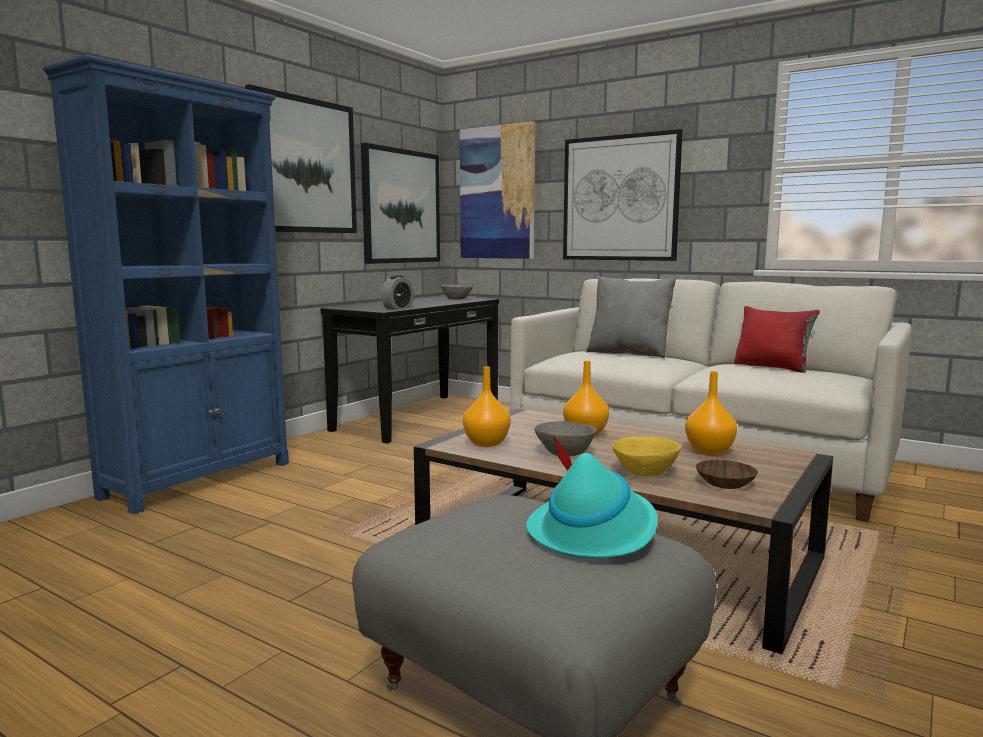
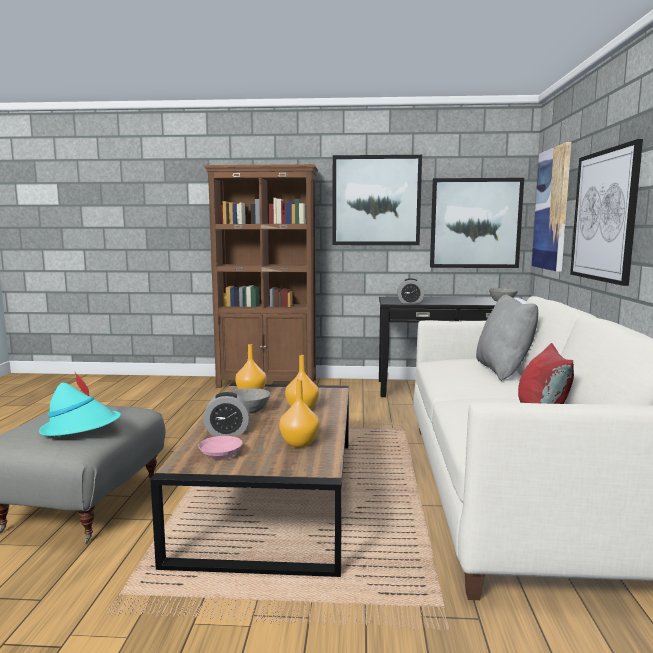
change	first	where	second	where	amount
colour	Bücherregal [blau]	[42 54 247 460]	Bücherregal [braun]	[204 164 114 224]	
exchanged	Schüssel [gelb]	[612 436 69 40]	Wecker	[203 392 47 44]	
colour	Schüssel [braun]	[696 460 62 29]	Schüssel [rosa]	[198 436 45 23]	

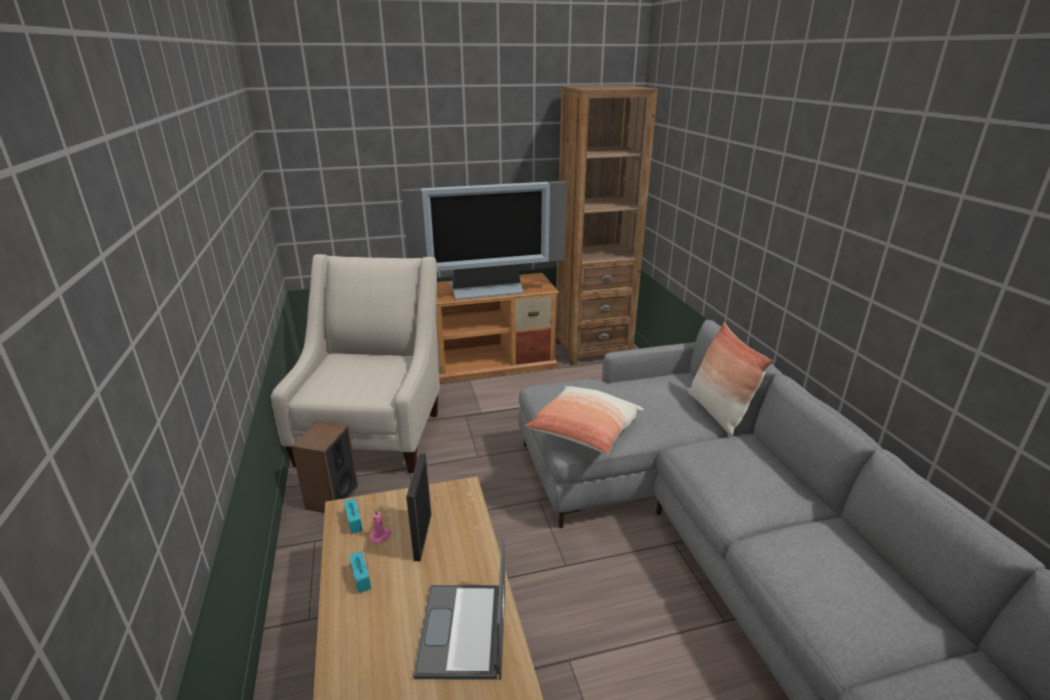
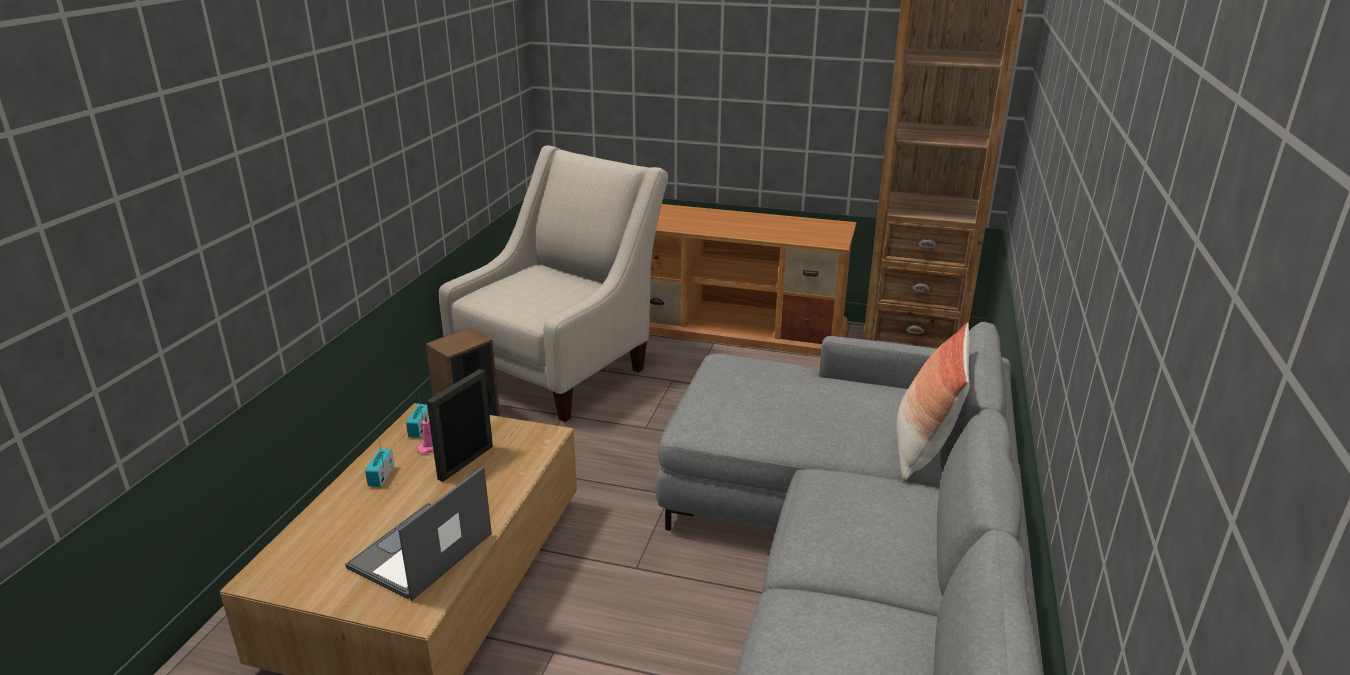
change	first	where	second	where	amount
missing	Fernseher	[402 181 165 119]			
missing	Kissen	[525 386 119 69]			

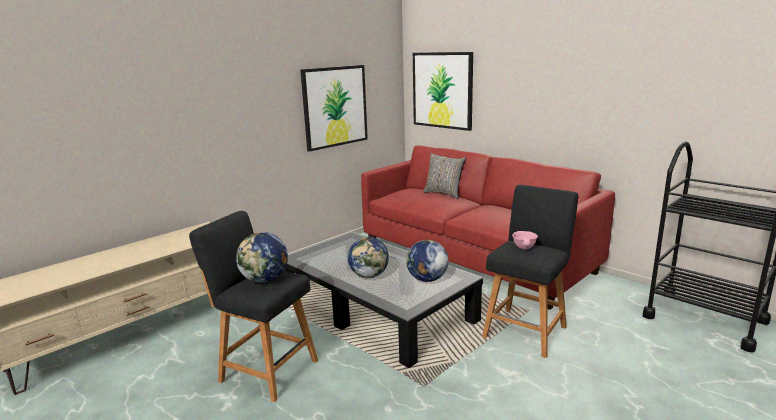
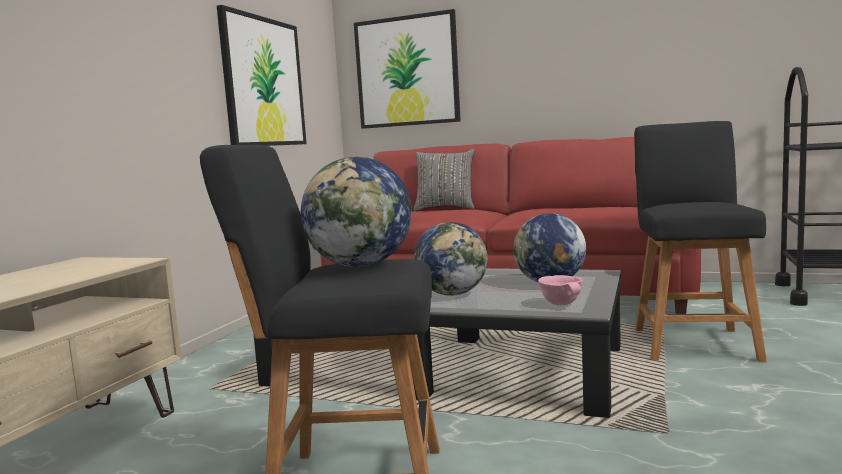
change	first	where	second	where	amount
relocated	Schüssel [rosa]	[512 231 26 18]		[538 275 45 31]	

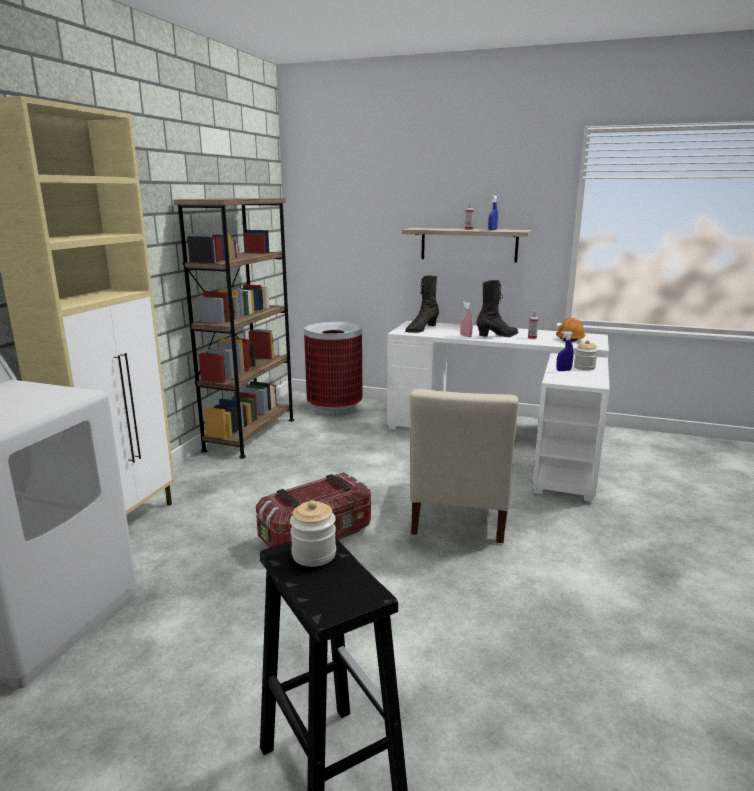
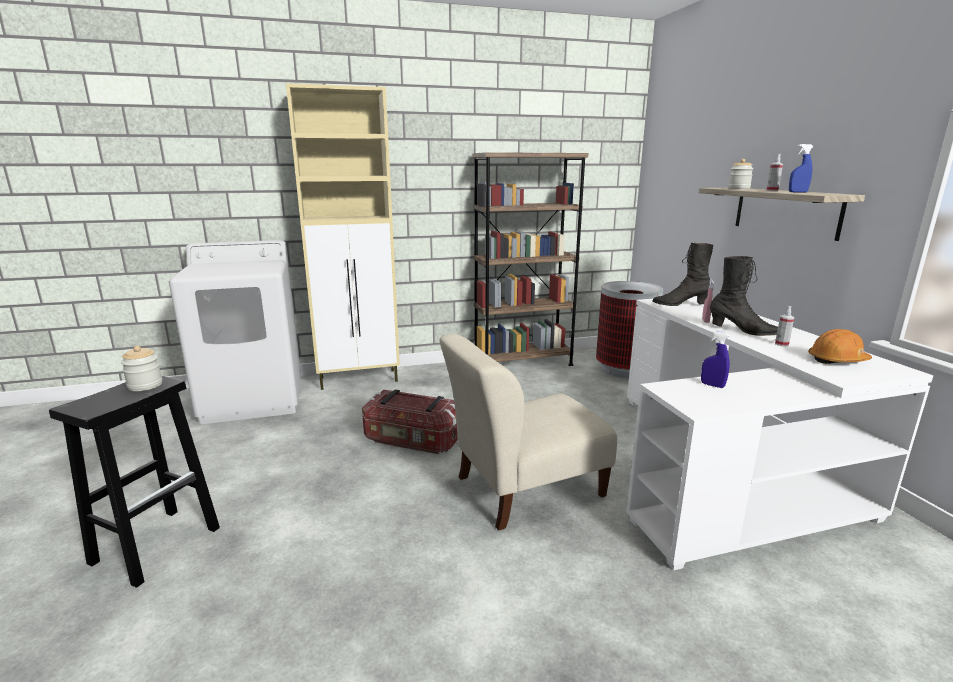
change	first	where	second	where	amount
relocated	Vorratsglas	[574 340 24 30]		[728 159 25 30]	

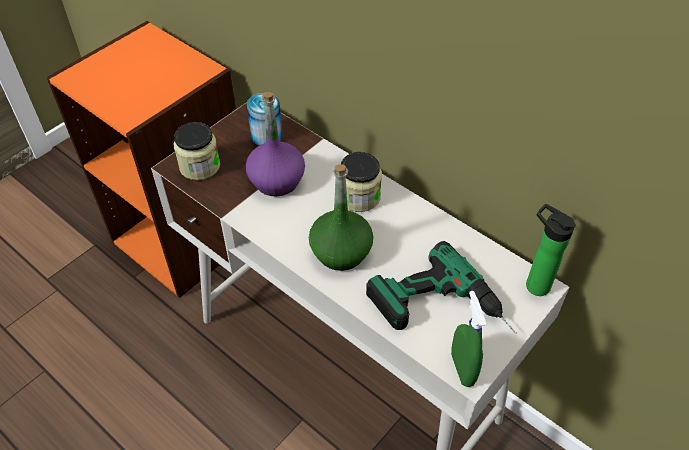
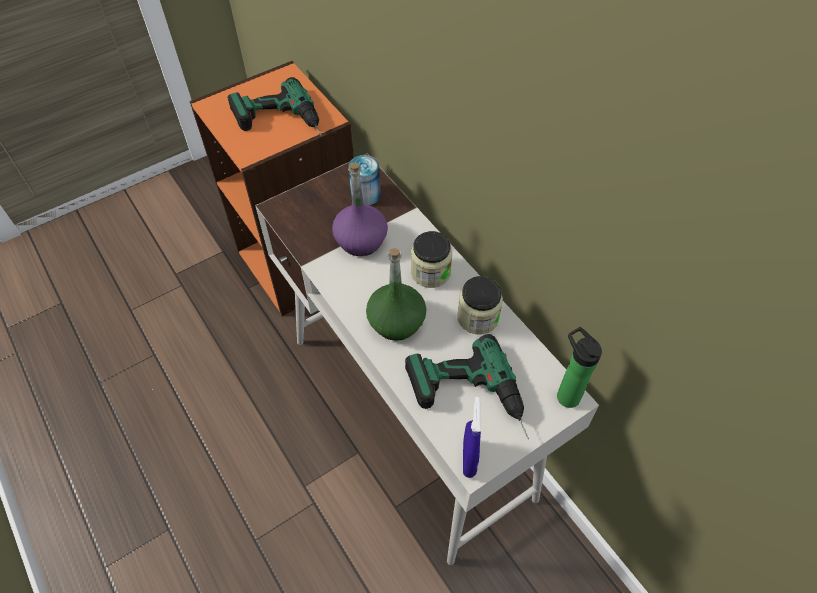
change	first	where	second	where	amount
relocated	Vorratsglas	[174 122 46 58]		[457 276 46 59]	
colour	Sprühflasche [grün]	[451 291 36 96]	Sprühflasche [blau]	[463 397 18 81]	
appeared			Bohrmaschine	[227 77 95 60]	

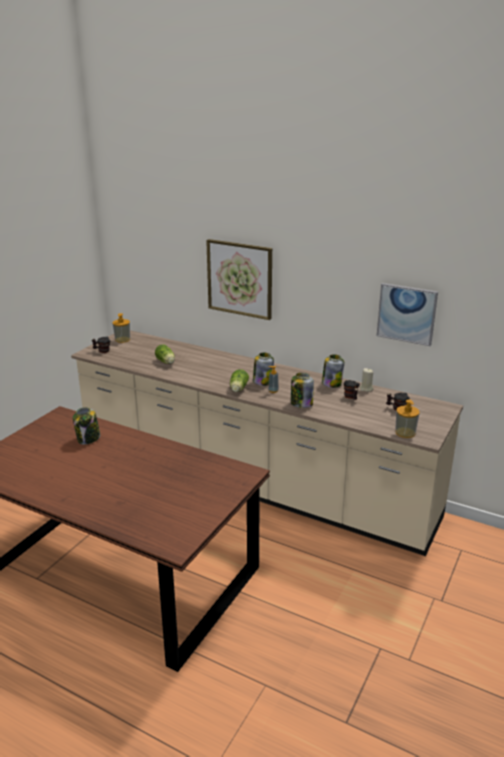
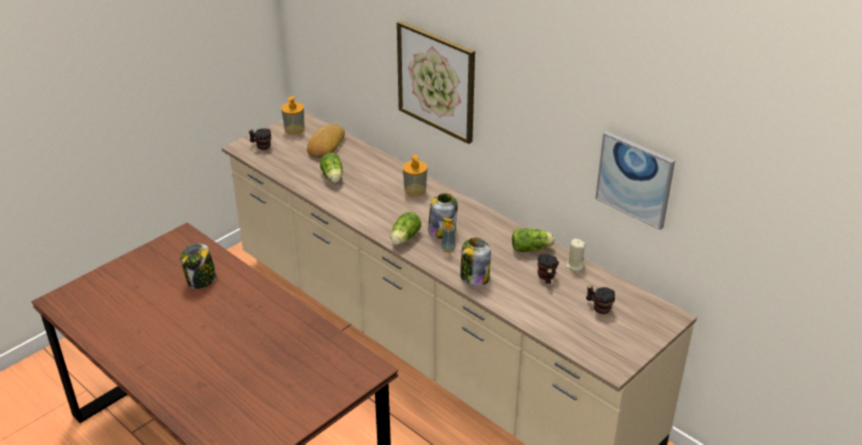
change	first	where	second	where	amount
exchanged	Vorratsglas	[322 354 22 34]	Salatkopf	[512 228 42 24]	
relocated	Seifenspender	[395 399 25 39]		[403 155 24 42]	
appeared			Brot	[307 124 38 34]	

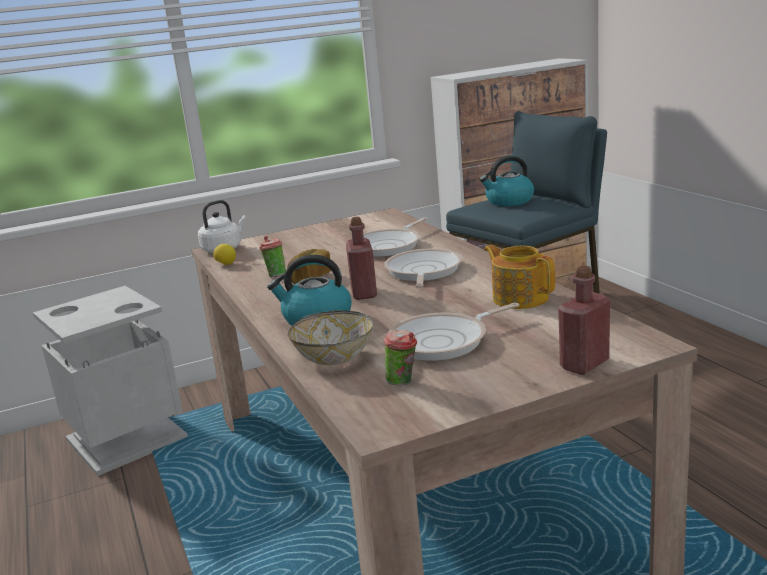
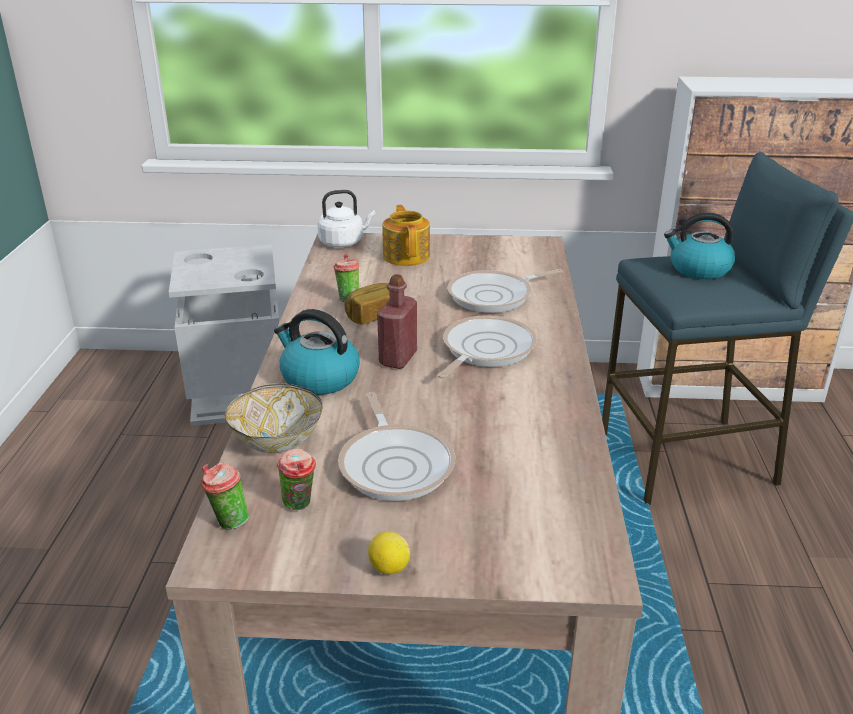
change	first	where	second	where	amount
relocated	Zitrone	[213 244 23 21]		[368 531 42 43]	
spun	Pfanne	[387 303 132 57]		[338 392 117 109]	105 degrees counterclockwise
relocated	Teekanne	[484 245 71 64]		[383 205 47 61]	
missing	Flasche [rot]	[558 265 52 110]			
appeared			Tasse	[201 463 48 67]	

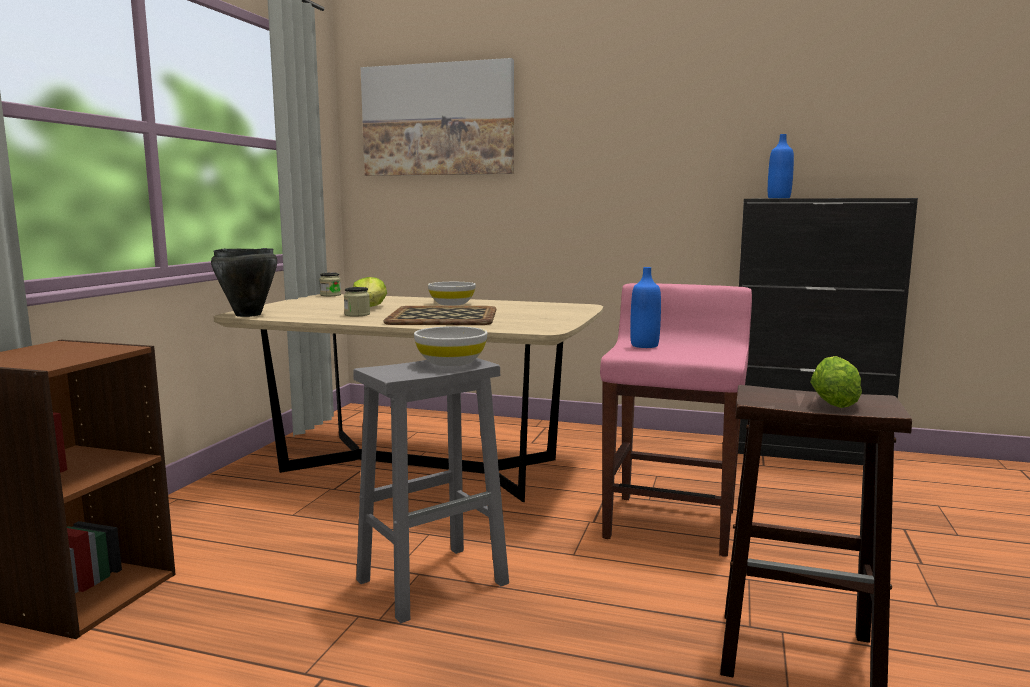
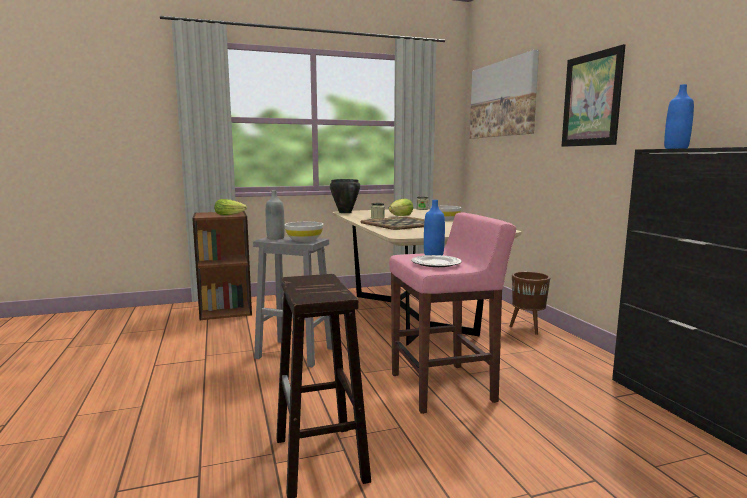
change	first	where	second	where	amount
relocated	Salatkopf	[810 356 52 52]		[214 199 33 16]	
appeared			Flasche [grau]	[266 190 19 50]	
appeared			Teller	[411 255 51 12]	
appeared			Pflanzkübel [braun]	[509 272 41 63]	
appeared			Bild	[562 44 63 103]	

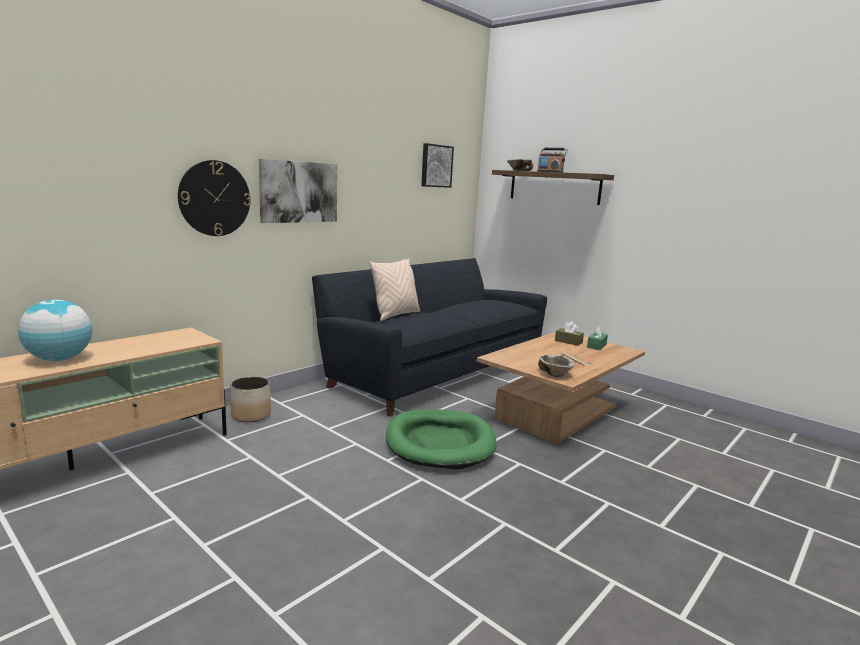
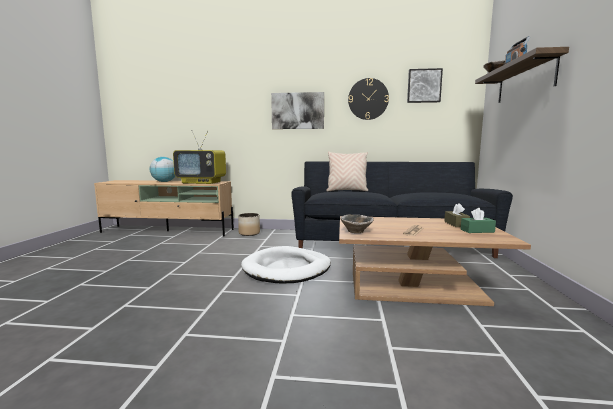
change	first	where	second	where	amount
relocated	Wanduhr	[178 160 73 76]		[348 78 41 42]	
colour	Hundebett [grün]	[386 409 110 60]	Hundebett [weiß]	[241 246 90 37]	
appeared			Fernseher	[173 131 53 53]	

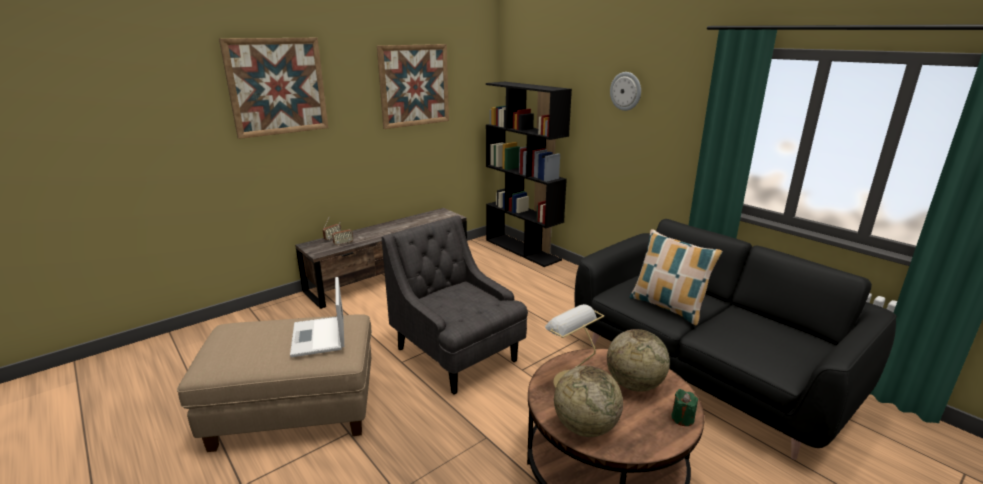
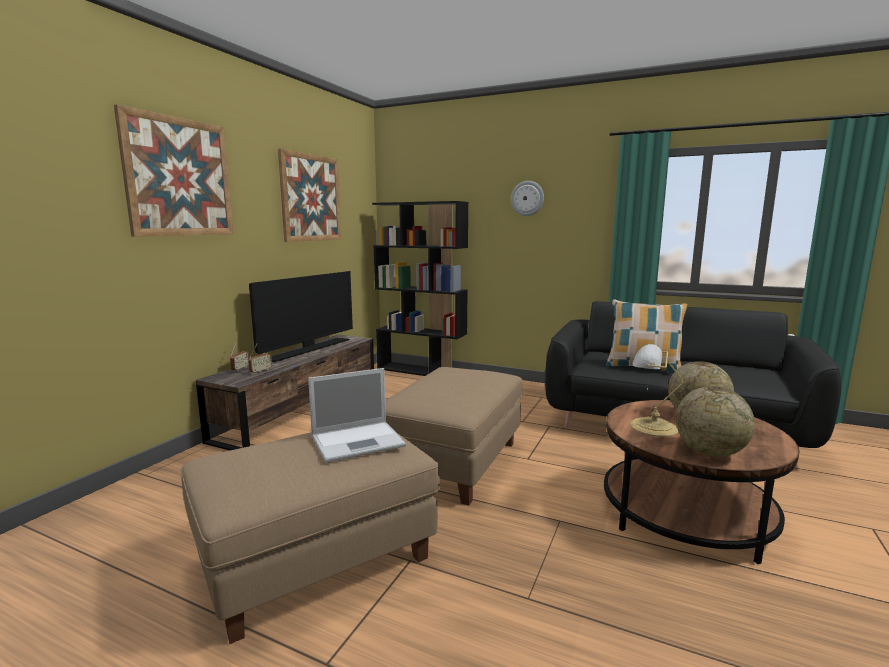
change	first	where	second	where	amount
spun	Laptop	[290 277 54 80]		[308 368 98 95]	75 degrees counterclockwise
exchanged	Sessel [grau]	[382 216 146 179]	Polsterhocker [beige]	[385 367 138 139]	
missing	Kerze [grün]	[671 389 27 37]			
appeared			Fernseher	[249 271 104 91]	

